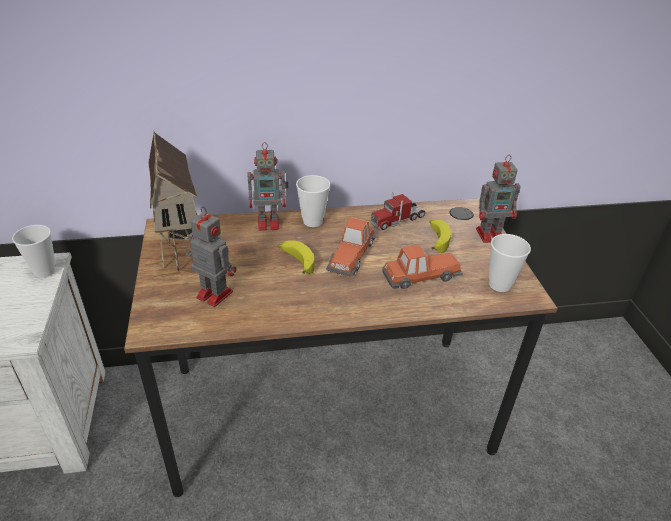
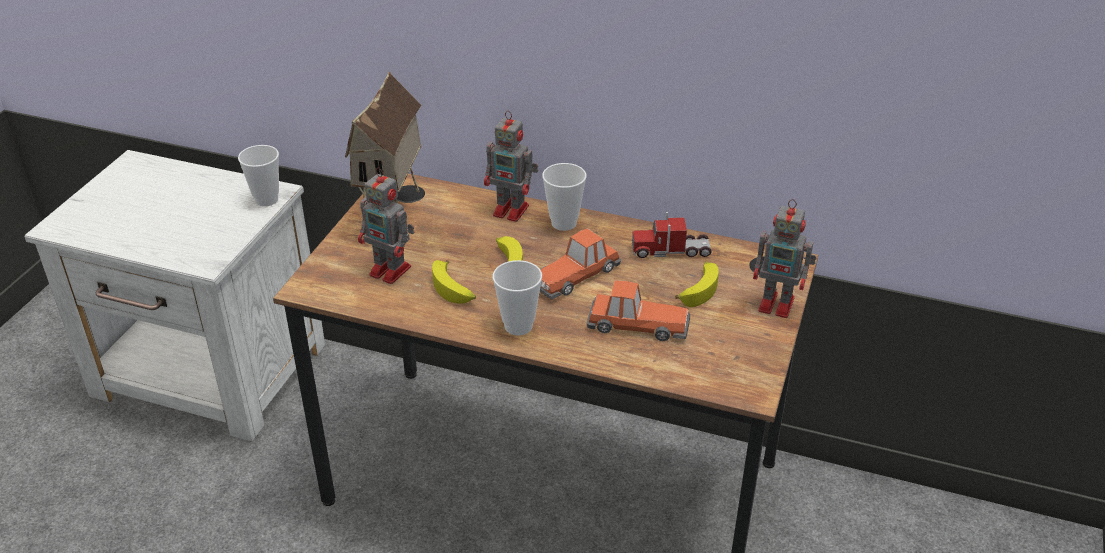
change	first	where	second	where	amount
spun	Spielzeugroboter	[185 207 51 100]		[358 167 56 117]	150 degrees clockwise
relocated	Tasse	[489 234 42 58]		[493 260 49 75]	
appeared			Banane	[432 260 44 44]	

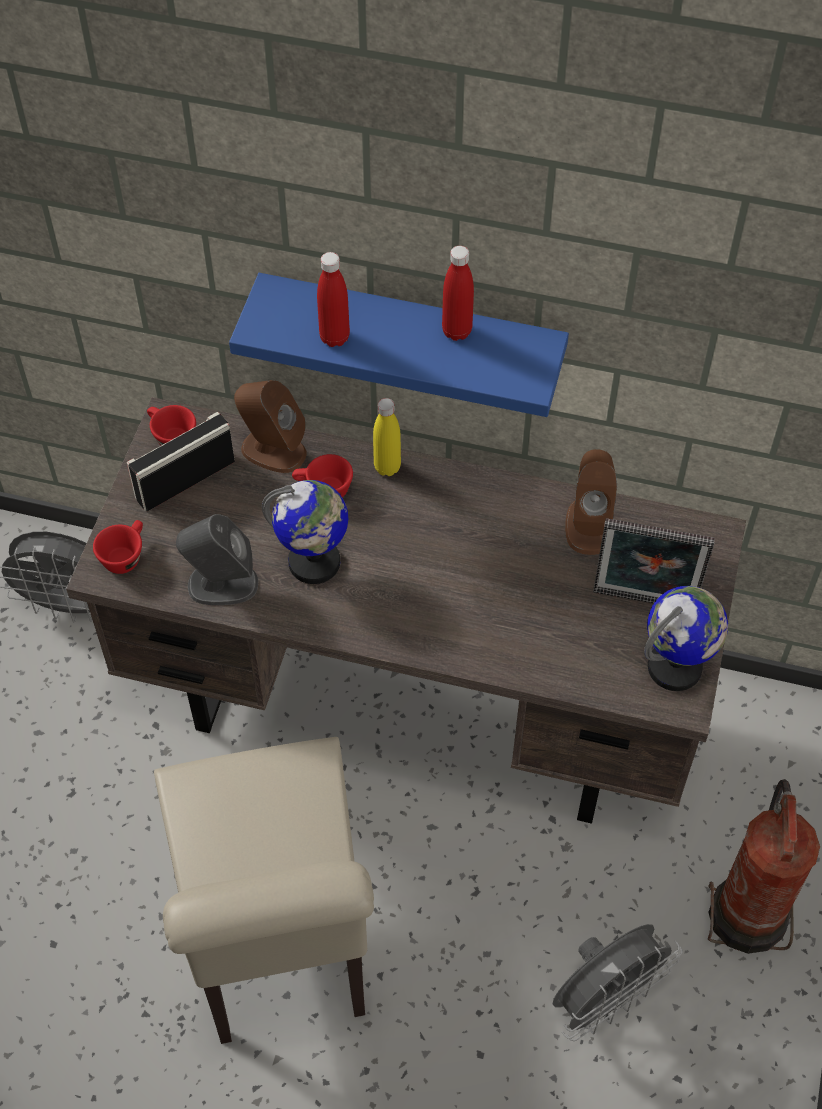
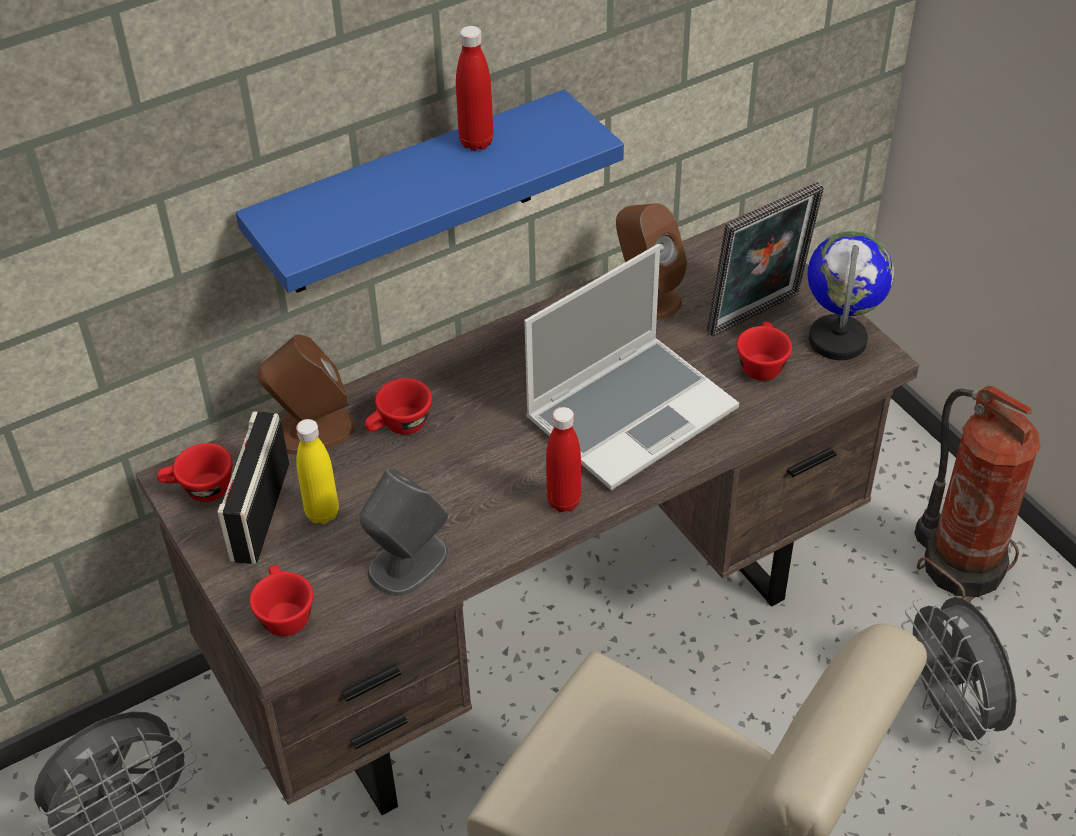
change	first	where	second	where	amount
missing	Globus	[262 480 86 104]			
relocated	Flasche [rot]	[317 252 33 95]		[546 407 35 105]	
relocated	Flasche [gelb]	[373 398 28 78]		[296 419 43 105]	
spun	Ventilator [grau]	[553 924 130 117]		[901 597 116 155]	150 degrees clockwise
appeared			Laptop	[524 244 215 247]	
appeared			Tasse [rot]	[737 321 55 60]	

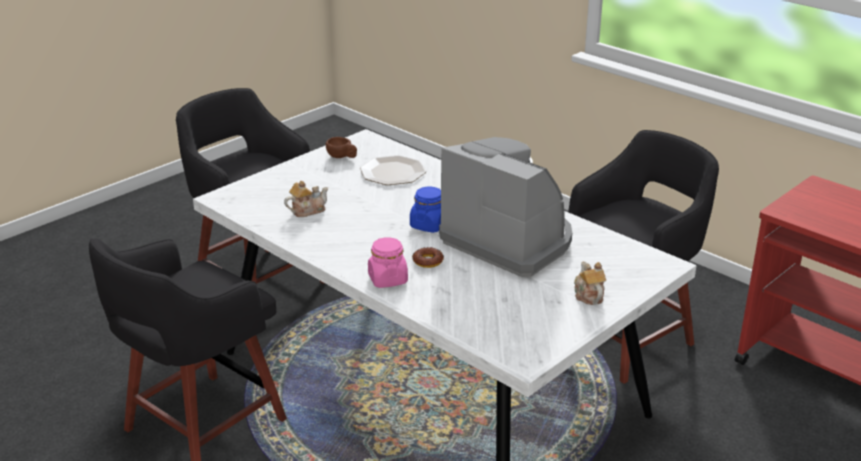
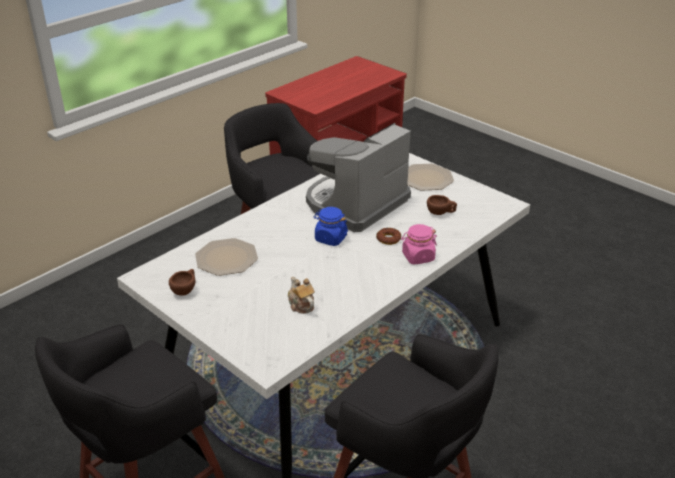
change	first	where	second	where	amount
exchanged	Teekanne	[574 261 32 44]	Teller	[407 164 47 26]	
appeared			Tasse [braun]	[427 195 30 20]	

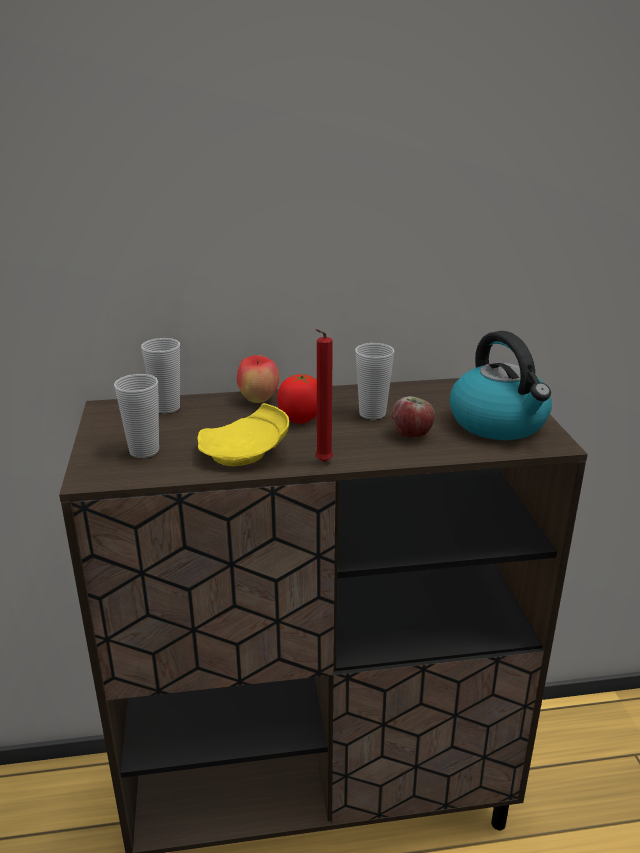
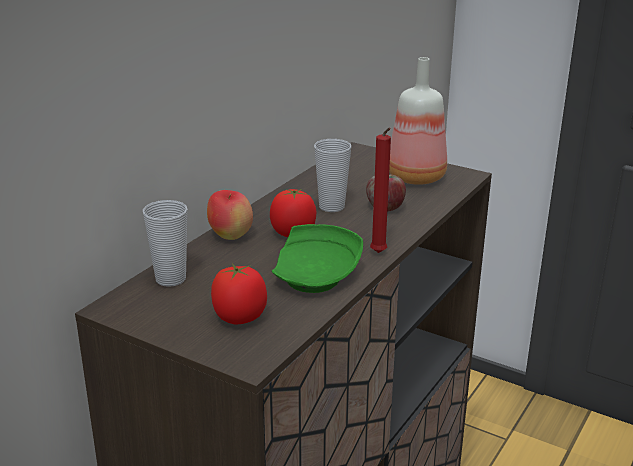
change	first	where	second	where	amount
exchanged	Tasse	[114 374 45 84]	Tomate	[211 264 56 60]	
colour	Teller [gelb]	[198 403 91 63]	Teller [grün]	[272 224 91 69]	
exchanged	Wasserkessel	[450 331 102 109]	Flasche	[389 57 58 128]	

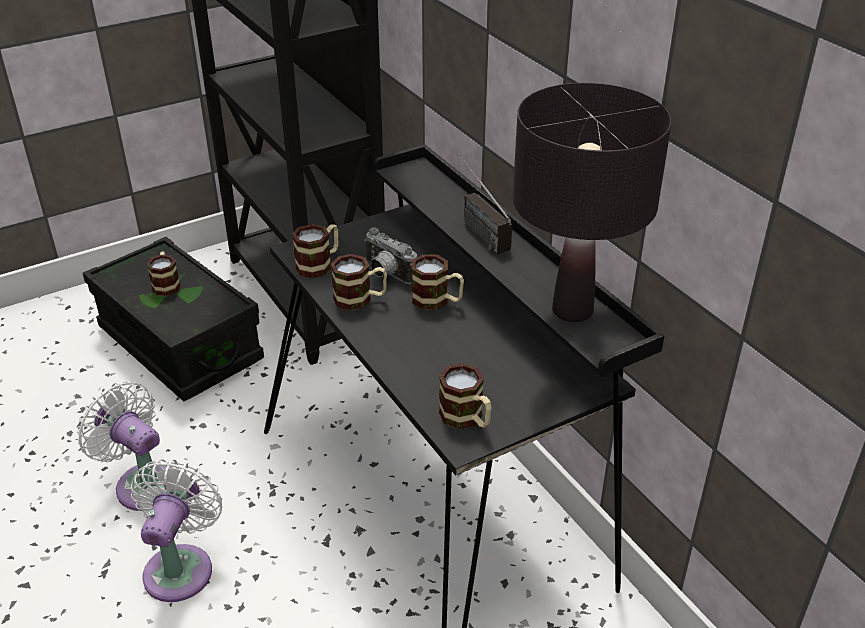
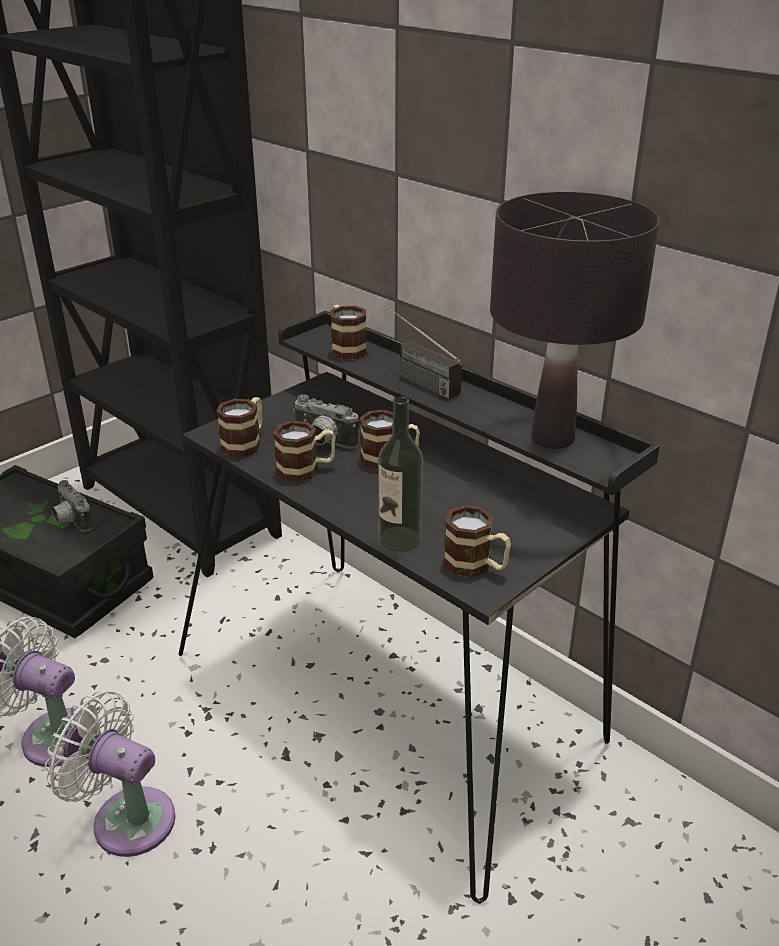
change	first	where	second	where	amount
spun	Ventilator [weiß]	[131 459 91 143]		[45 691 131 166]	60 degrees counterclockwise
relocated	Henkelbecher	[147 251 34 45]		[330 305 37 55]	
appeared			Kamera	[52 480 41 52]	
appeared			Flasche	[378 397 45 155]	

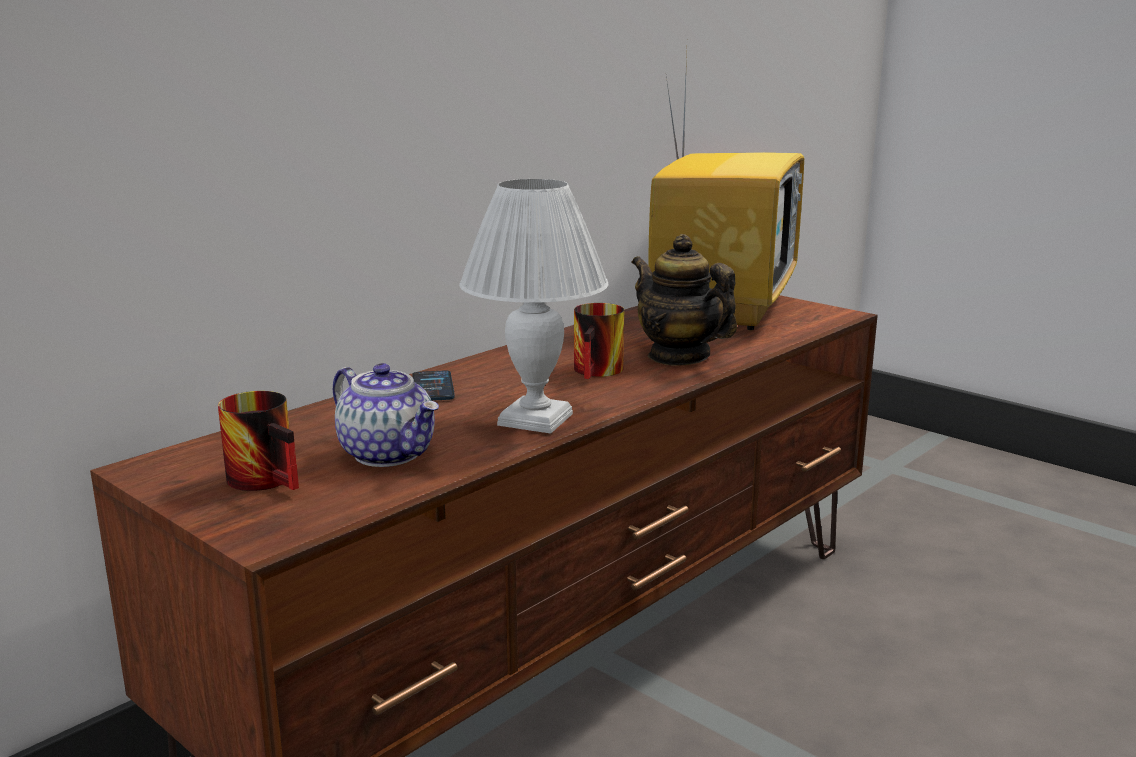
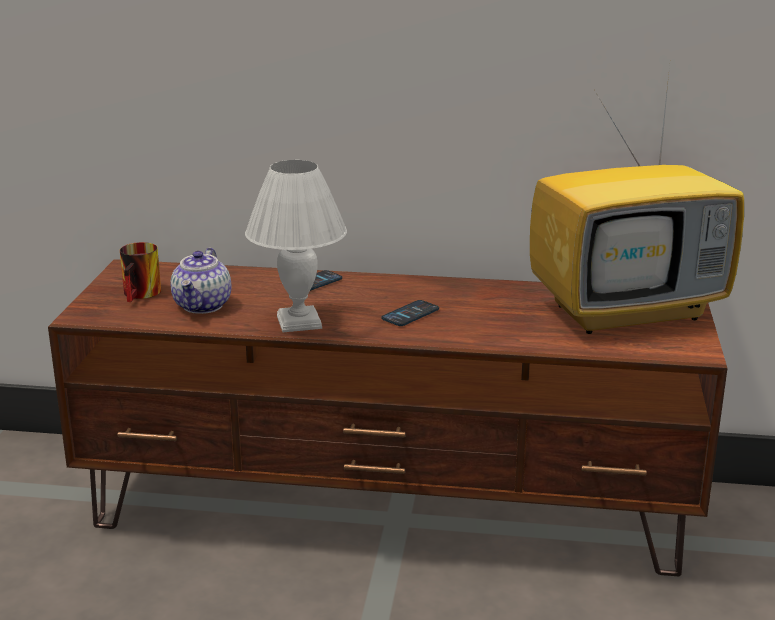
change	first	where	second	where	amount
exchanged	Henkelbecher	[574 303 50 76]	Handy	[382 300 57 26]	
missing	Teekanne	[632 234 105 132]			

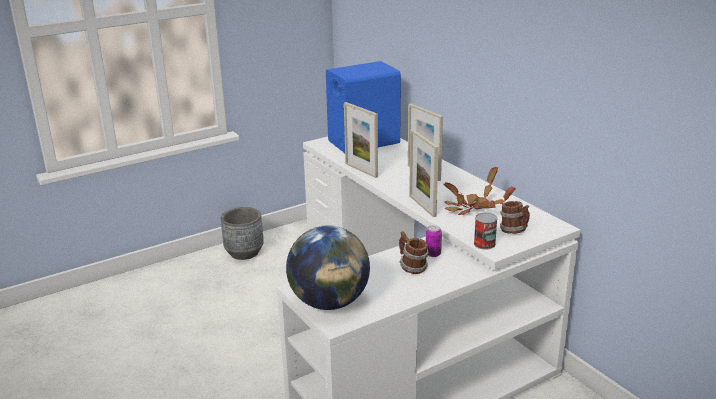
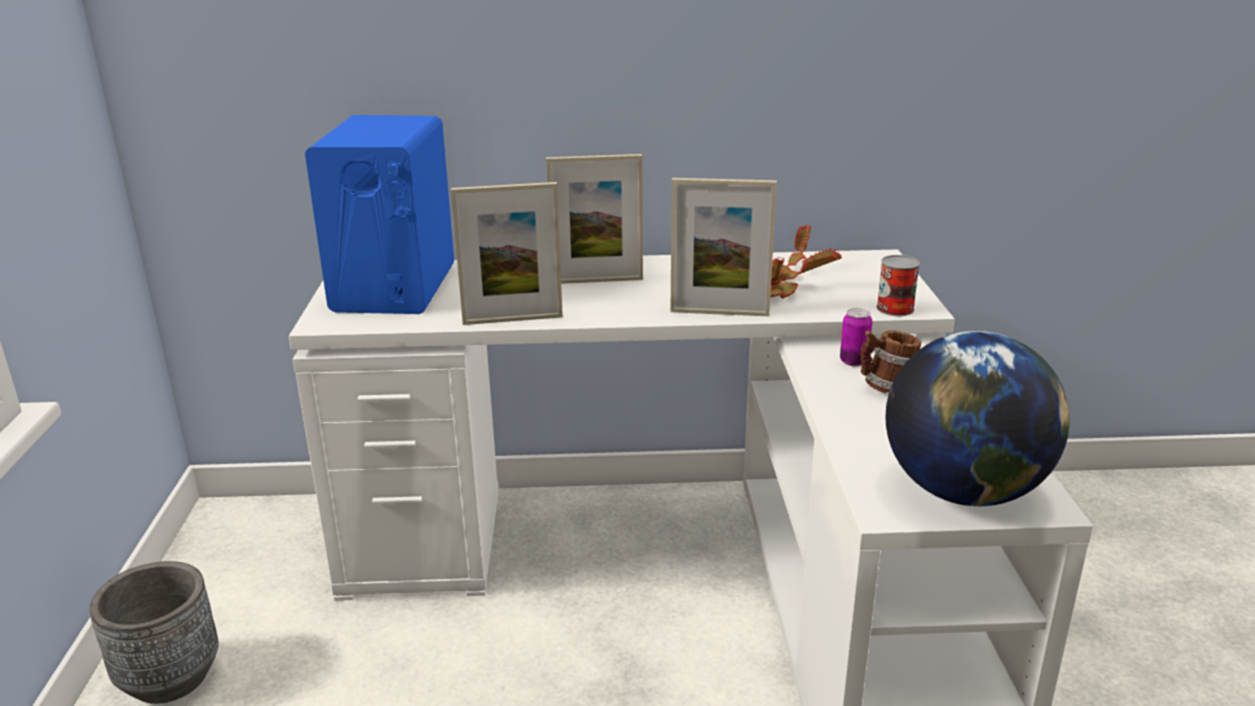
change	first	where	second	where	amount
missing	Henkelbecher	[500 201 30 33]			

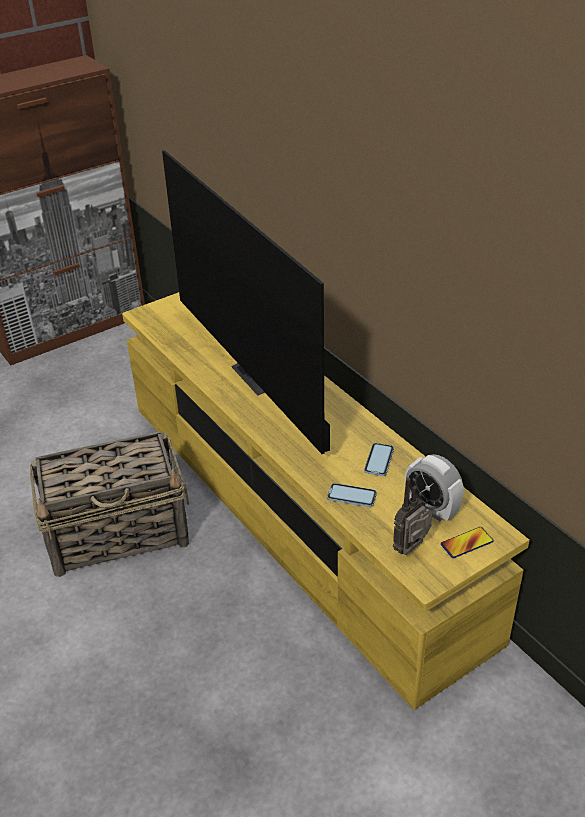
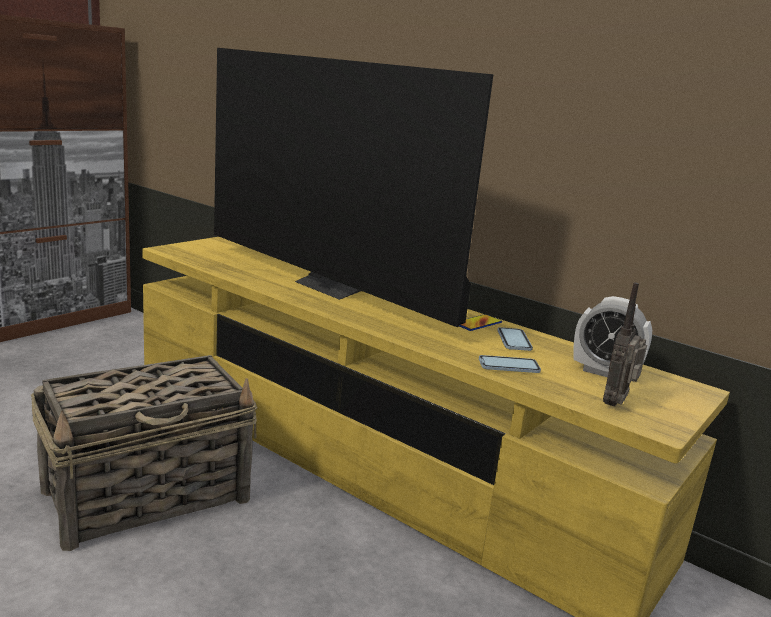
change	first	where	second	where	amount
relocated	Handy	[441 527 53 31]		[459 314 43 17]	

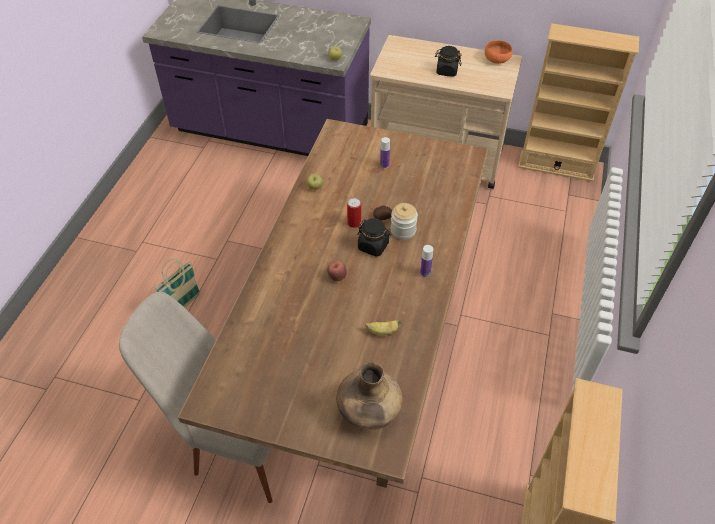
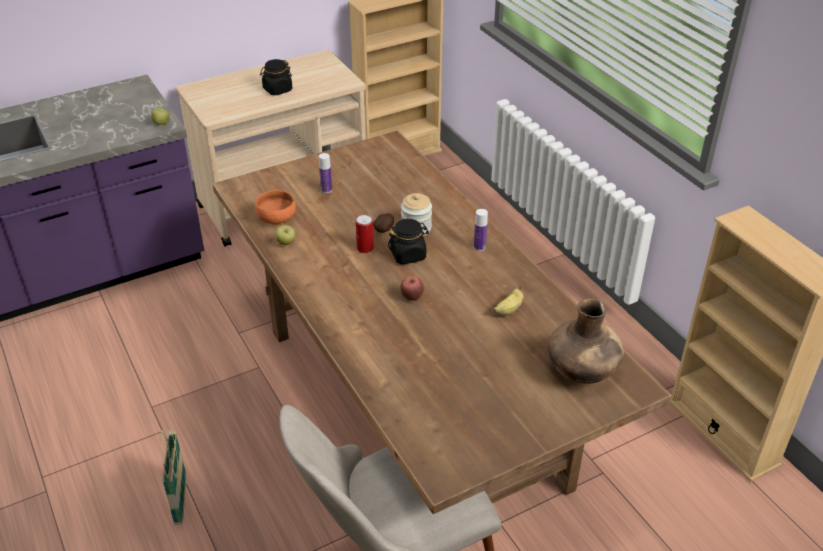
change	first	where	second	where	amount
relocated	Schüssel [orange]	[485 40 27 24]		[255 190 41 34]	

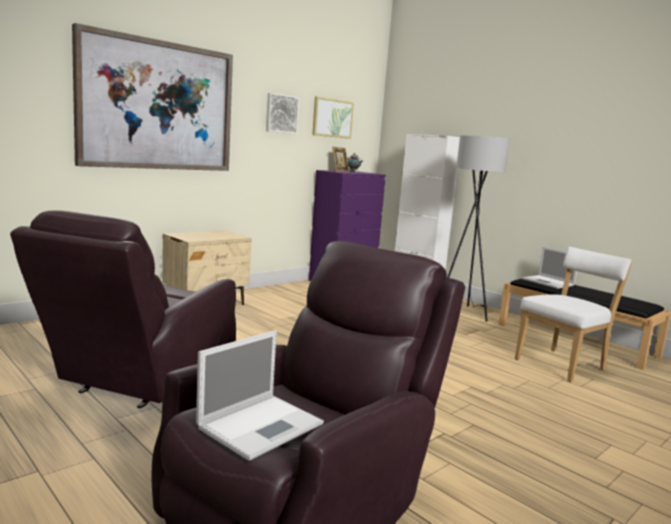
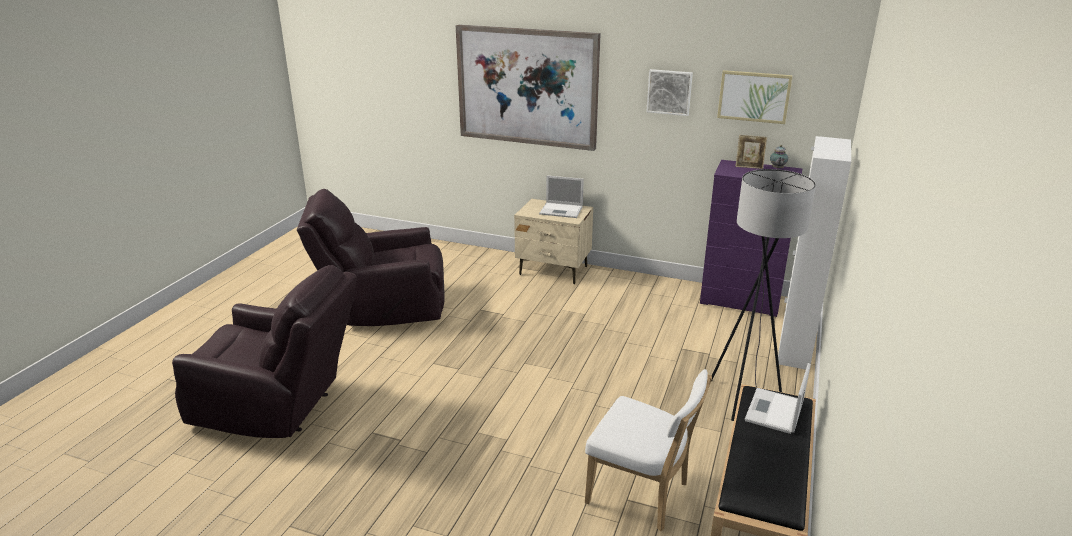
change	first	where	second	where	amount
relocated	Laptop	[196 330 128 131]		[539 175 45 43]	

